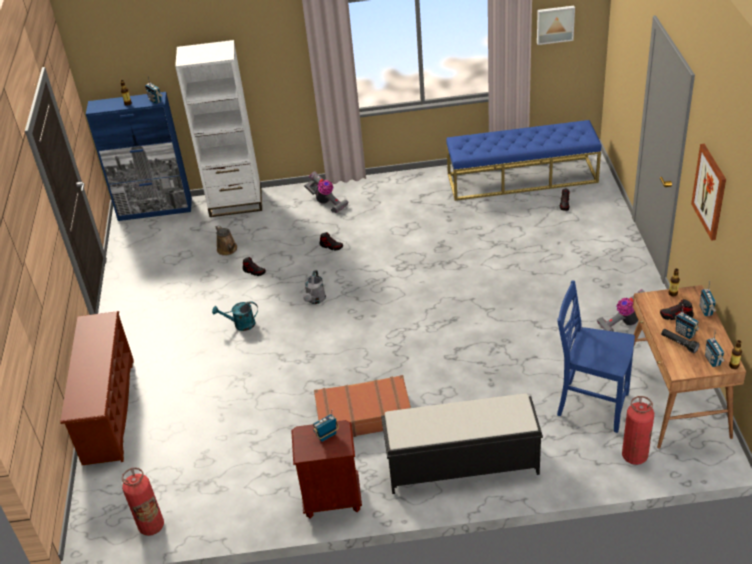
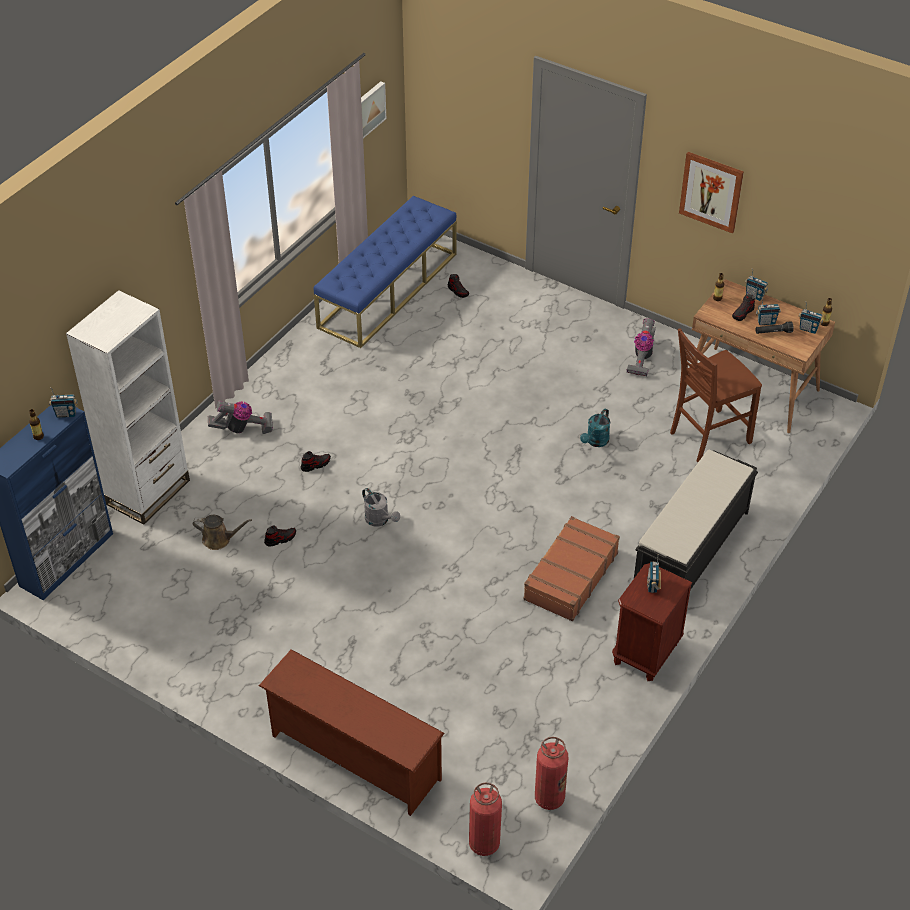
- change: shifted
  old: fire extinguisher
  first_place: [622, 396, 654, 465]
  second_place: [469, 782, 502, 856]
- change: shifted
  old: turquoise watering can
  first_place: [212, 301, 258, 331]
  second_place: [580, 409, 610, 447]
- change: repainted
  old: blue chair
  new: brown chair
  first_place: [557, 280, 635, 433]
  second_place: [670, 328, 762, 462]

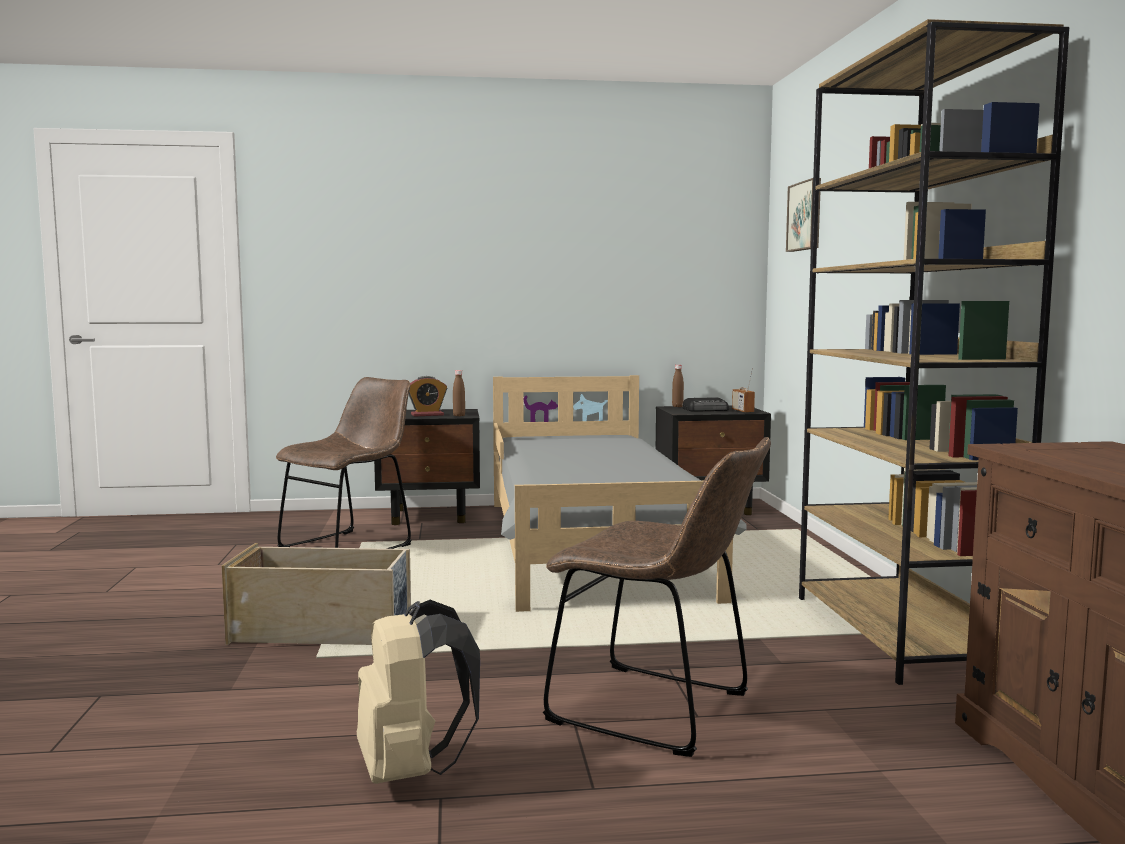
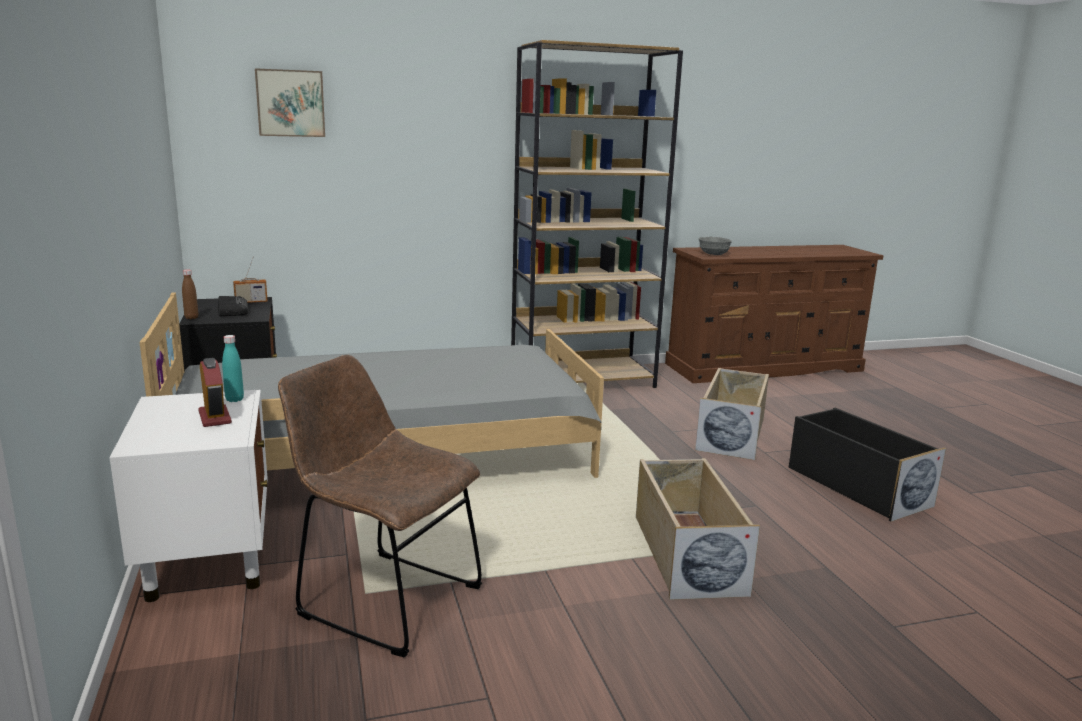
- change: repainted
  old: black nightstand
  new: white nightstand
  first_place: [374, 409, 480, 525]
  second_place: [109, 390, 268, 602]
- change: repainted
  old: brown bottle
  new: turquoise bottle
  first_place: [453, 370, 465, 416]
  second_place: [222, 335, 244, 402]
- change: swapped
  old: brown chair
  new: beige storage box
  first_place: [543, 437, 771, 757]
  second_place: [695, 368, 769, 460]
- change: new
  new: grey bowl
  second_place: [699, 237, 732, 255]
- change: swapped
  old: beige backpack
  new: black storage box
  first_place: [357, 600, 480, 784]
  second_place: [789, 408, 946, 522]

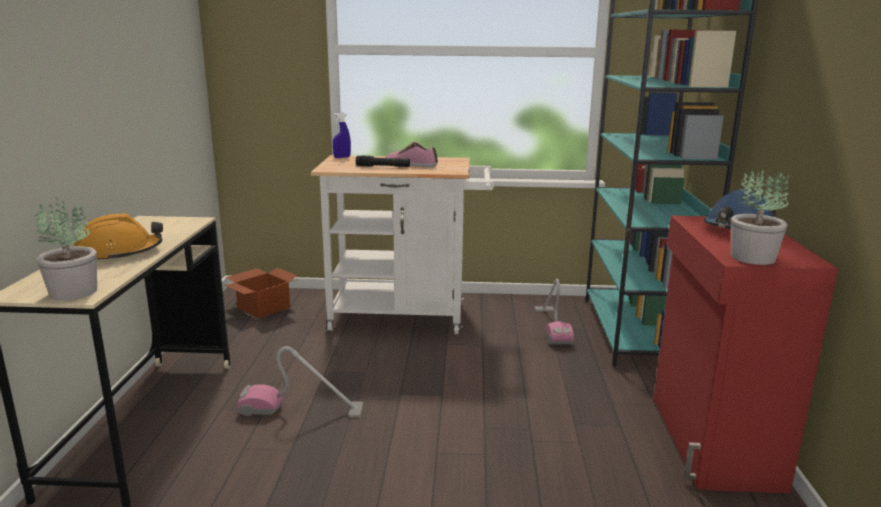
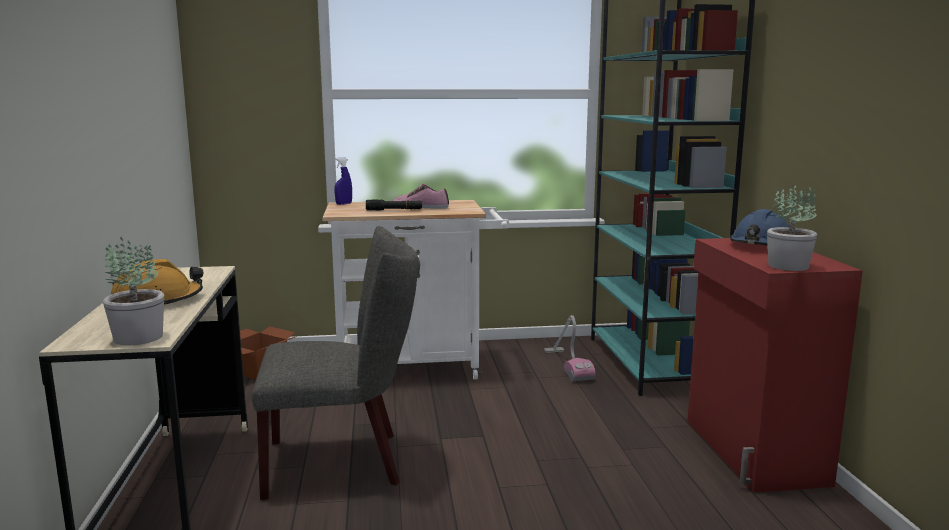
- change: swapped
  old: vacuum cleaner
  new: grey chair
  first_place: [237, 346, 363, 417]
  second_place: [252, 226, 418, 500]

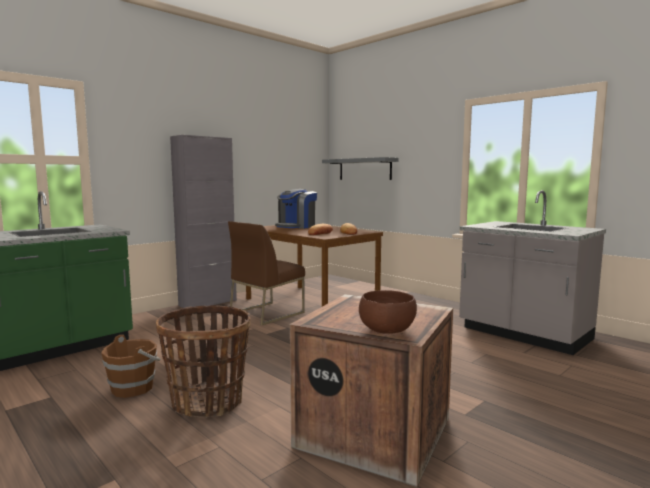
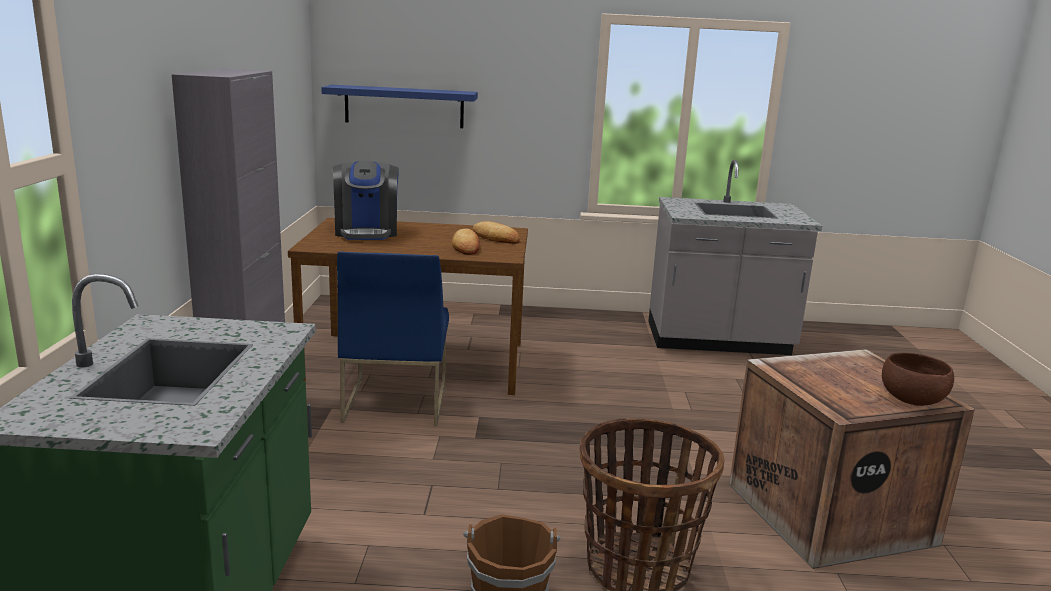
- change: repainted
  old: grey shelf
  new: blue shelf
  first_place: [322, 157, 399, 180]
  second_place: [321, 85, 478, 128]
- change: repainted
  old: brown chair
  new: blue chair
  first_place: [228, 221, 305, 325]
  second_place: [337, 251, 449, 426]

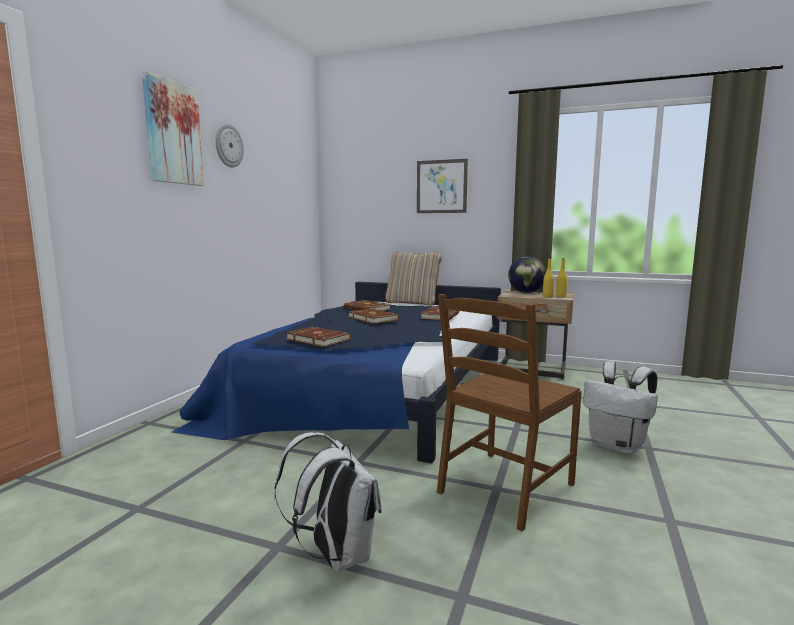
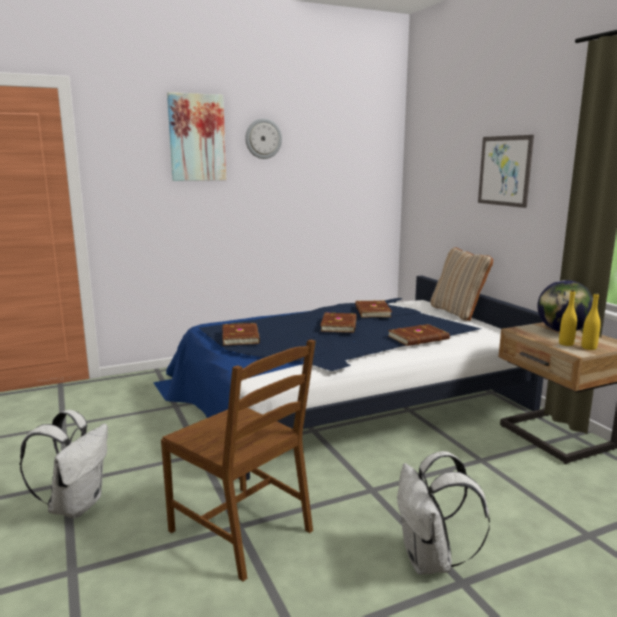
- change: rotated
  old: brown chair
  first_place: [437, 294, 582, 531]
  second_place: [161, 340, 316, 581]
  degrees: -135

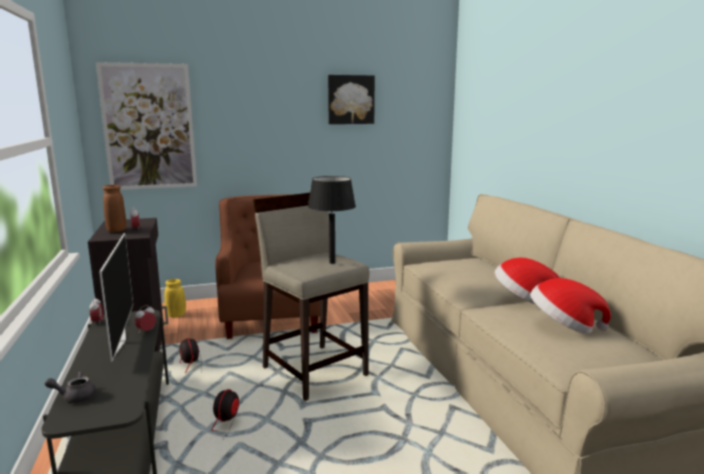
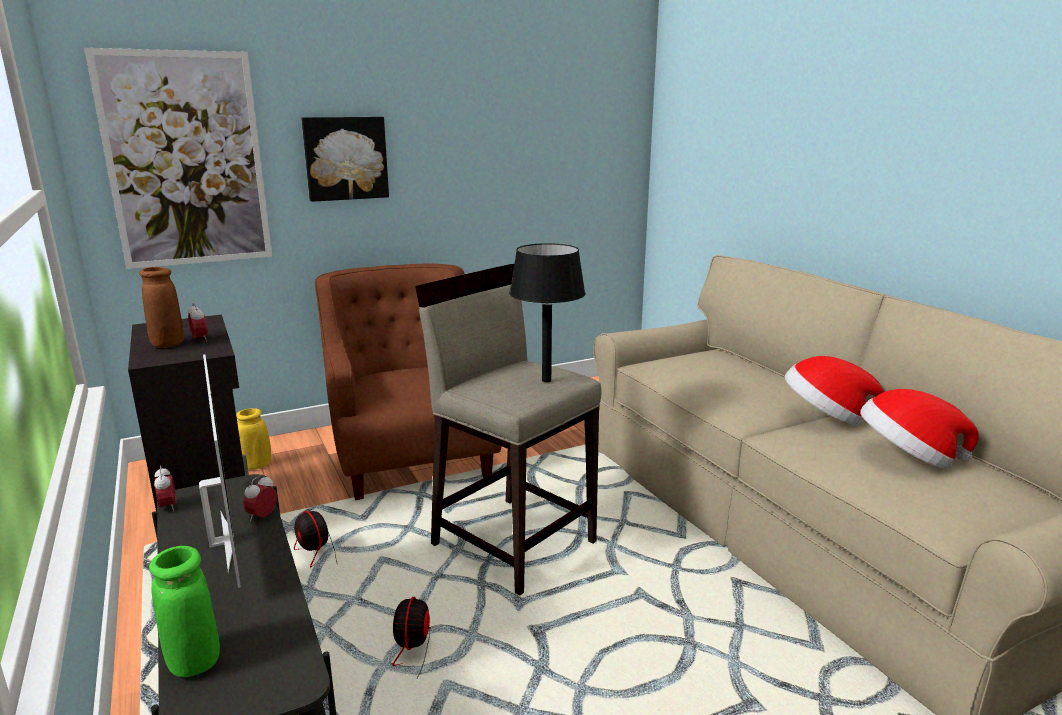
- change: swapped
  old: grey teapot
  new: green vase
  first_place: [44, 371, 96, 403]
  second_place: [149, 546, 220, 677]
- change: shifted
  old: picture
  first_place: [328, 75, 375, 124]
  second_place: [301, 117, 389, 202]

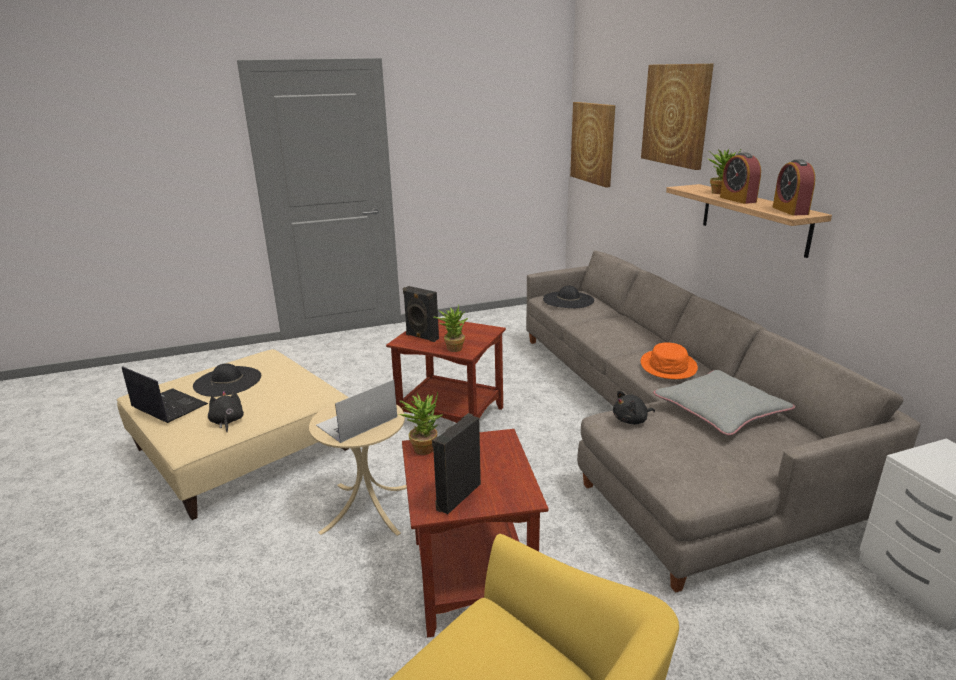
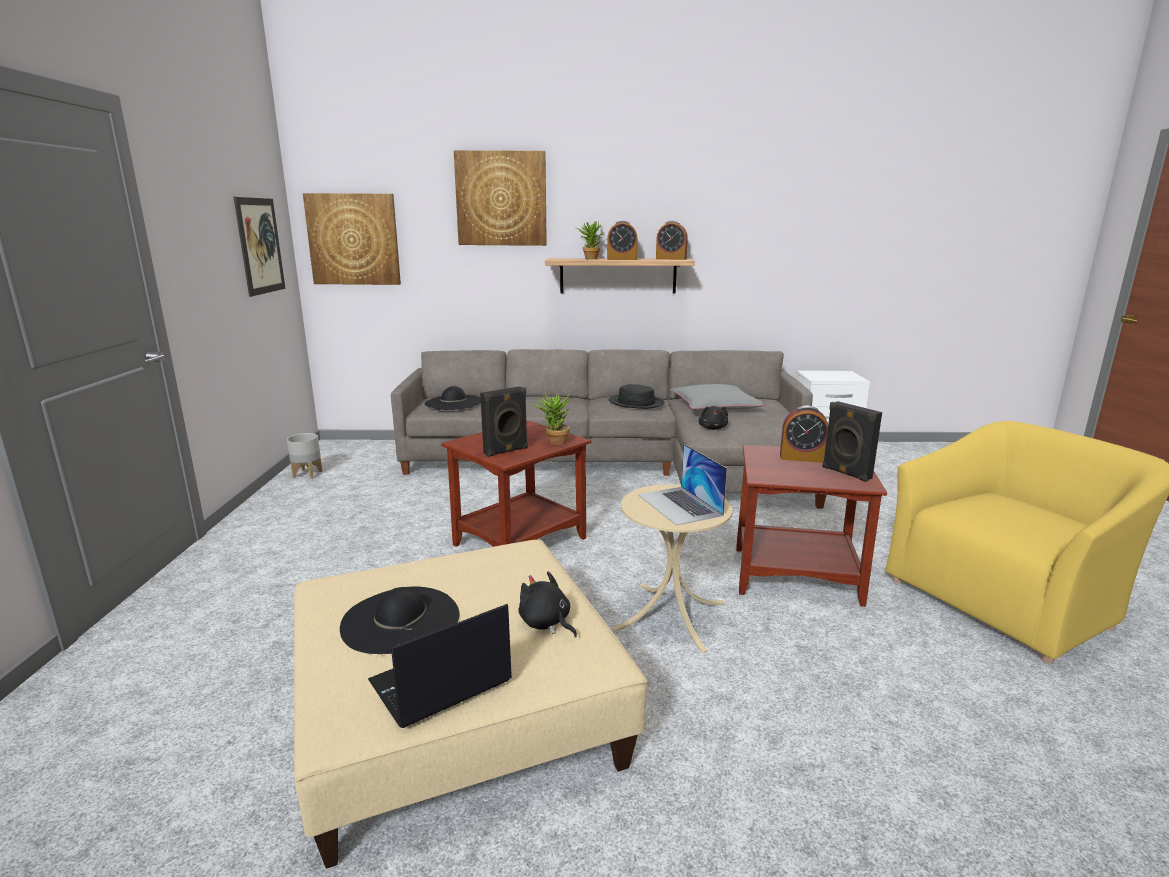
- change: new
  new: picture
  second_place: [234, 197, 285, 297]
- change: new
  new: grey planter
  second_place: [287, 433, 322, 479]
- change: rotated
  old: black plush toy
  first_place: [208, 391, 244, 432]
  second_place: [518, 571, 577, 637]
  degrees: 45
- change: repainted
  old: orange hat
  new: black hat
  first_place: [641, 343, 698, 379]
  second_place: [609, 384, 665, 409]
- change: new
  new: alarm clock
  second_place: [780, 406, 828, 463]
- change: gone
  old: potted plant
  first_place: [399, 392, 443, 455]

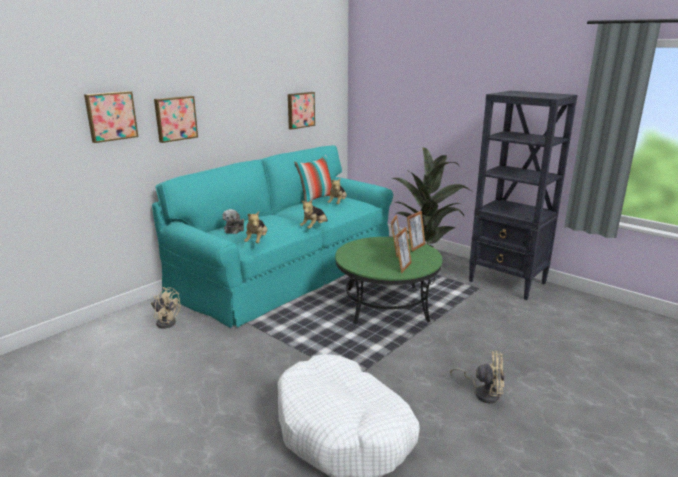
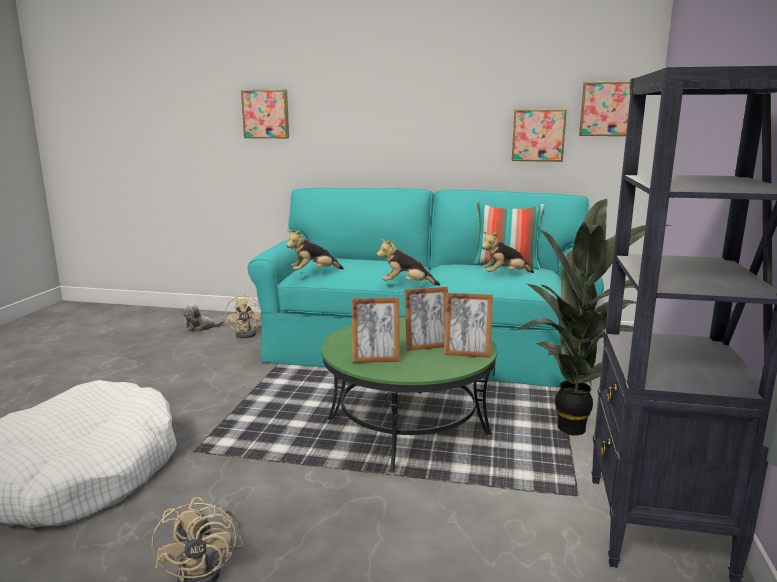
- change: shifted
  old: plush toy
  first_place: [222, 209, 244, 234]
  second_place: [182, 304, 224, 332]
- change: shifted
  old: picture
  first_place: [154, 96, 198, 143]
  second_place: [579, 82, 630, 136]

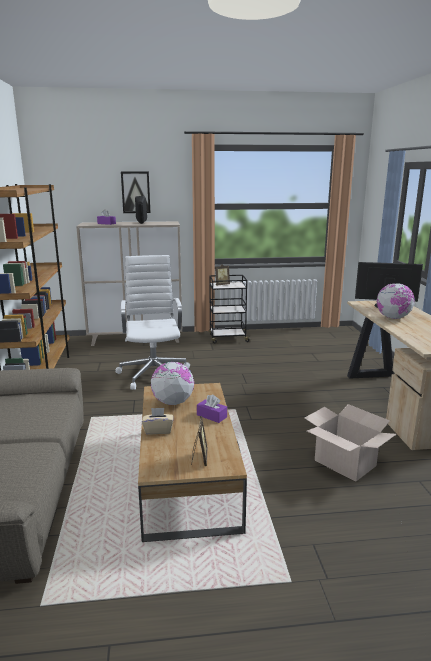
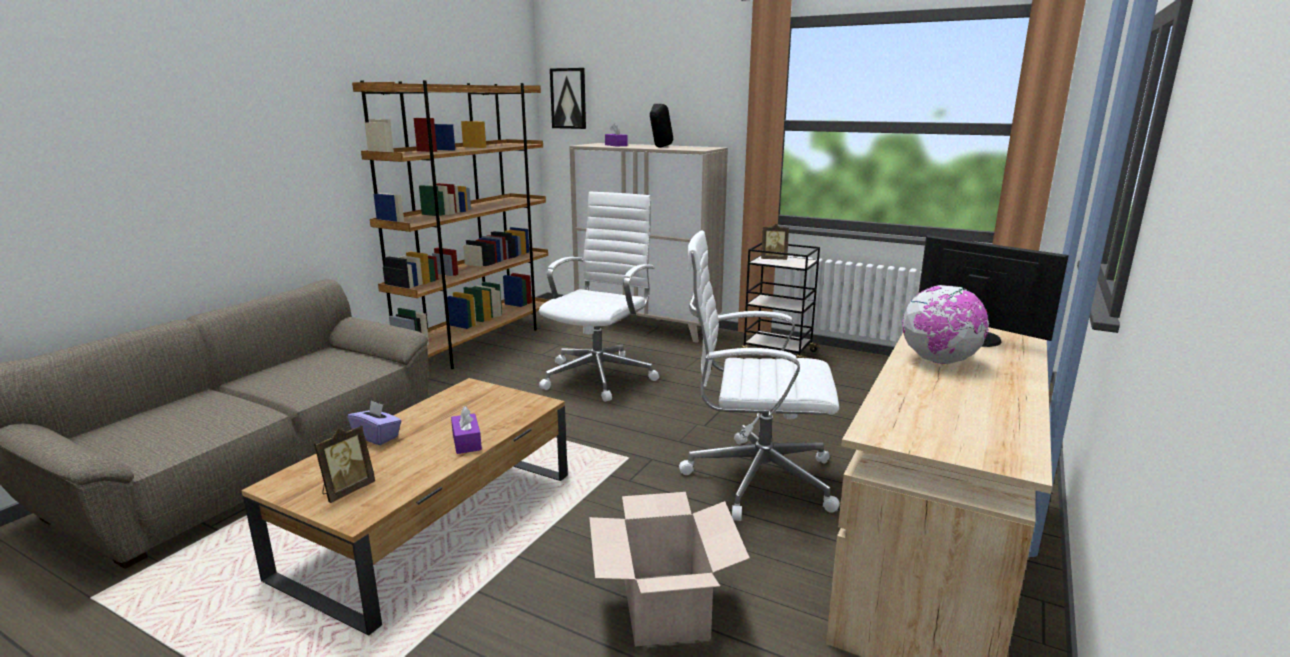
- change: repainted
  old: beige tissue box
  new: purple tissue box
  first_place: [142, 408, 173, 435]
  second_place: [347, 400, 402, 445]
- change: shifted
  old: picture
  first_place: [121, 172, 150, 213]
  second_place: [550, 68, 586, 129]
- change: new
  new: white office chair
  second_place: [679, 230, 840, 521]
- change: gone
  old: globe
  first_place: [151, 362, 194, 405]

